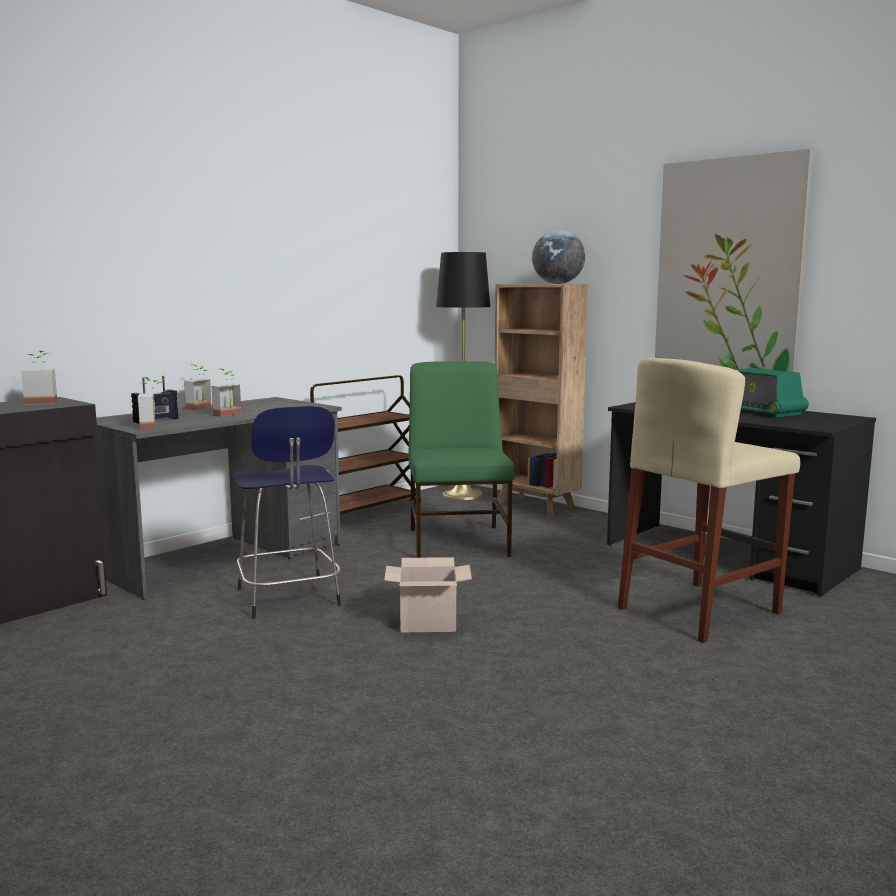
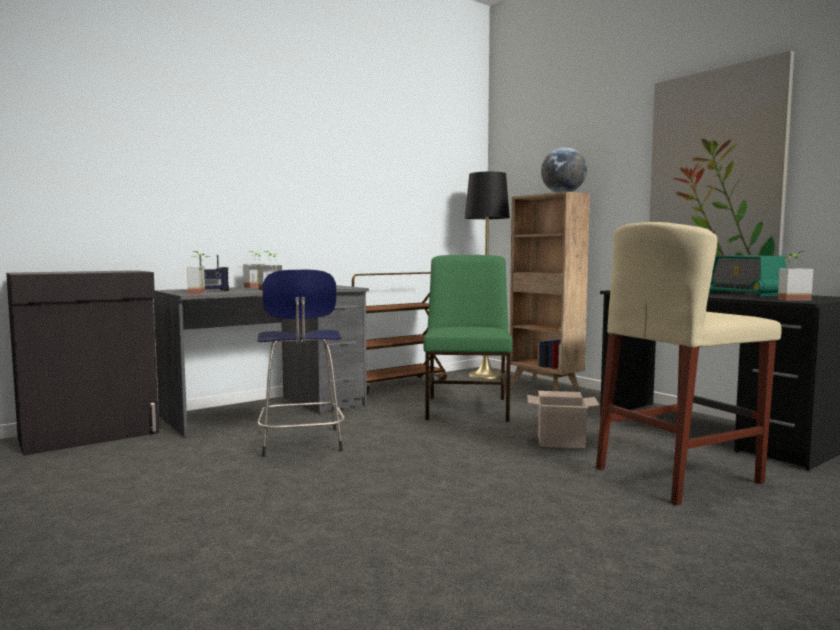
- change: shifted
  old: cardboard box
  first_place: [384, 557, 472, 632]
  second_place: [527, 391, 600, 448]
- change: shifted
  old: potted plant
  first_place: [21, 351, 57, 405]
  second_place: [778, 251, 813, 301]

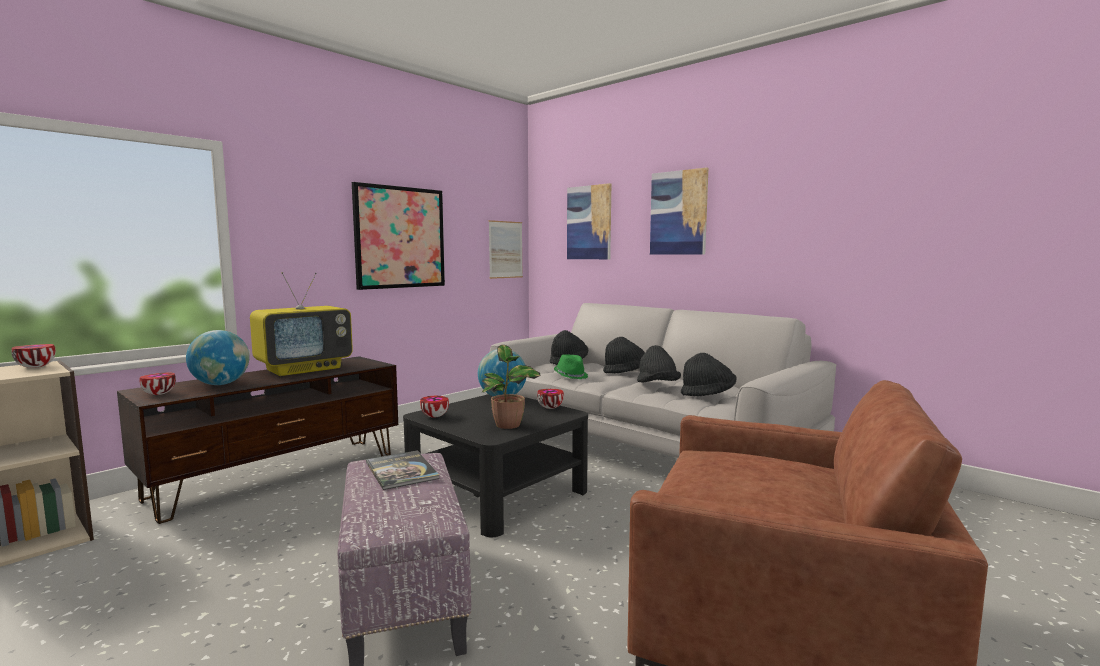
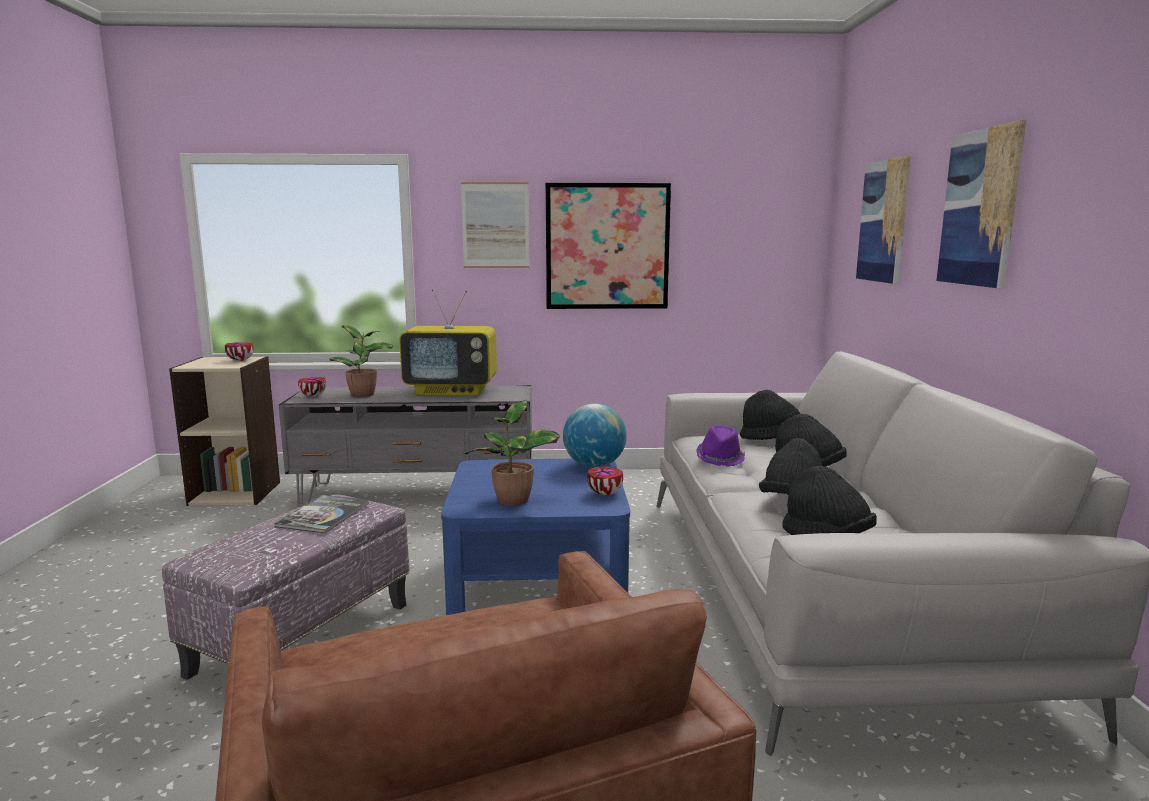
- change: repainted
  old: brown tv stand
  new: grey tv stand
  first_place: [117, 356, 398, 524]
  second_place: [279, 385, 532, 507]
- change: swapped
  old: globe
  new: potted plant
  first_place: [186, 330, 250, 385]
  second_place: [329, 325, 393, 397]
- change: repainted
  old: black coffee table
  new: blue coffee table
  first_place: [403, 394, 588, 538]
  second_place: [441, 459, 630, 615]
- change: shifted
  old: picture
  first_place: [489, 220, 523, 279]
  second_place: [461, 182, 530, 268]
- change: repainted
  old: green hat
  new: purple hat
  first_place: [554, 354, 588, 379]
  second_place: [697, 425, 745, 466]
- change: gone
  old: bowl
  first_place: [420, 396, 449, 418]

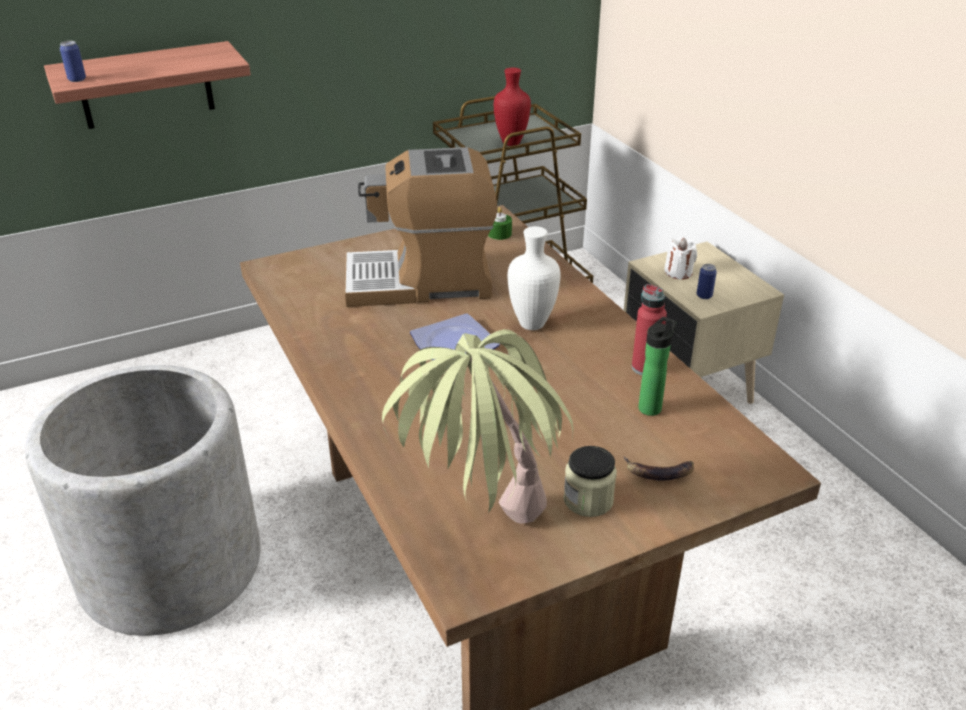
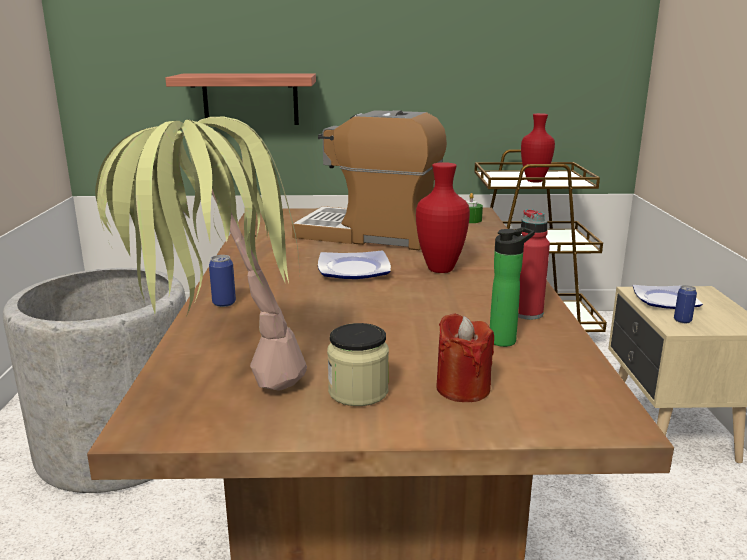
- change: shifted
  old: can
  first_place: [60, 41, 86, 82]
  second_place: [209, 255, 236, 307]
- change: repainted
  old: white vase
  new: red vase
  first_place: [507, 226, 561, 330]
  second_place: [416, 162, 470, 273]
- change: swapped
  old: banana
  new: red candle
  first_place: [624, 457, 694, 481]
  second_place: [436, 313, 494, 402]
- change: swapped
  old: white candle
  new: plate
  first_place: [664, 237, 697, 279]
  second_place: [633, 285, 703, 309]

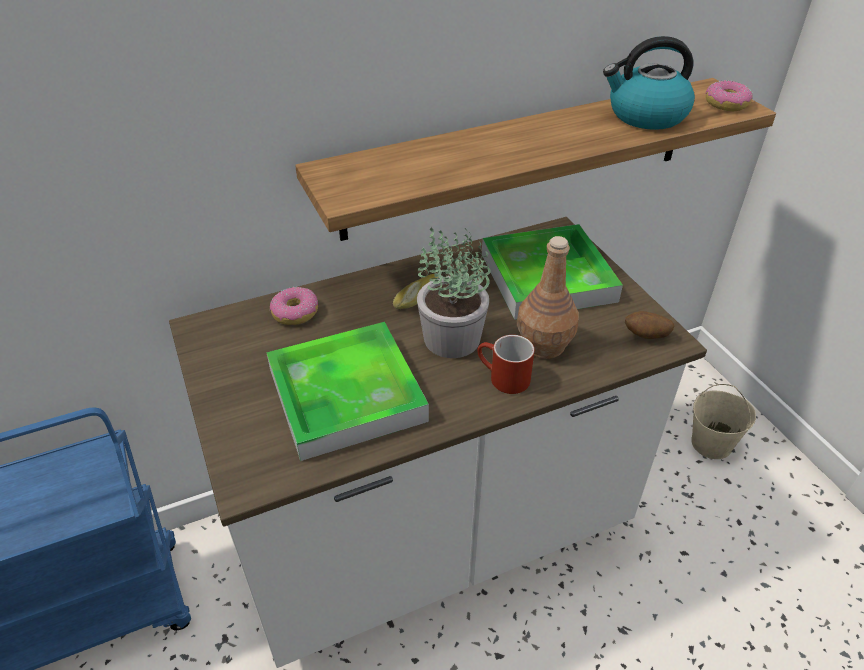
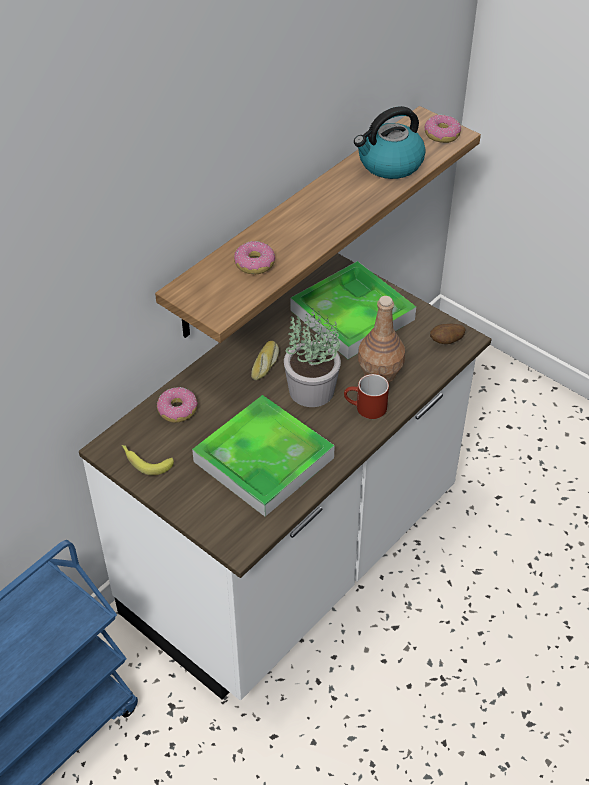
- change: new
  new: banana
  second_place: [122, 445, 174, 476]
- change: new
  new: donut
  second_place: [234, 241, 275, 274]
- change: gone
  old: beige bucket
  first_place: [691, 384, 756, 459]

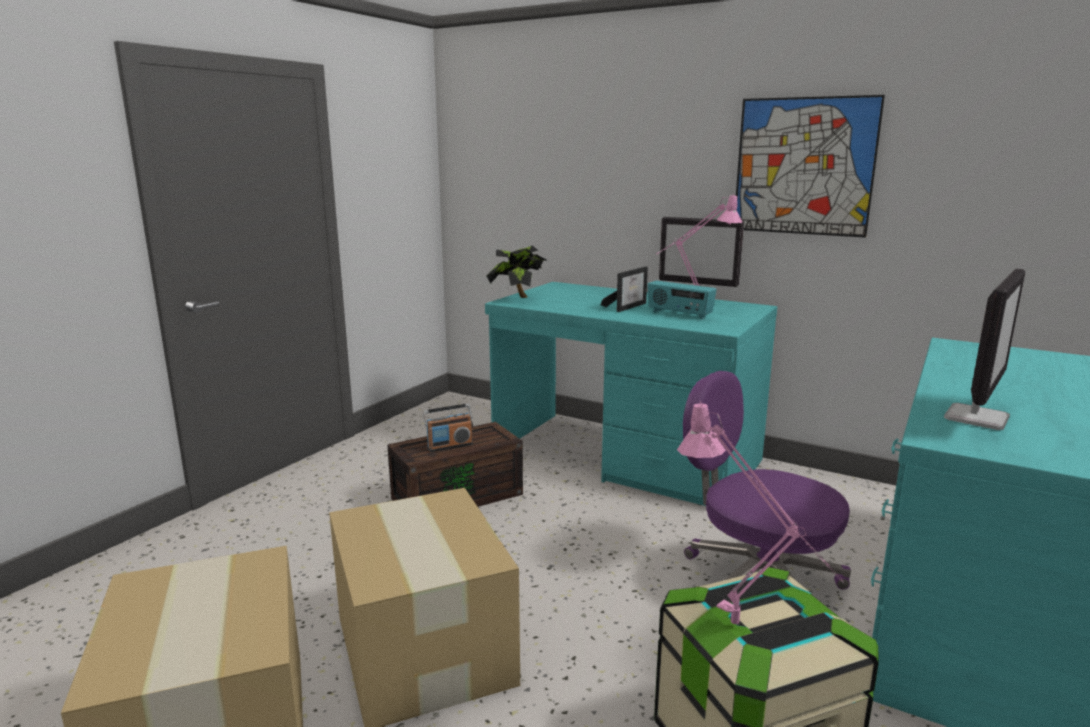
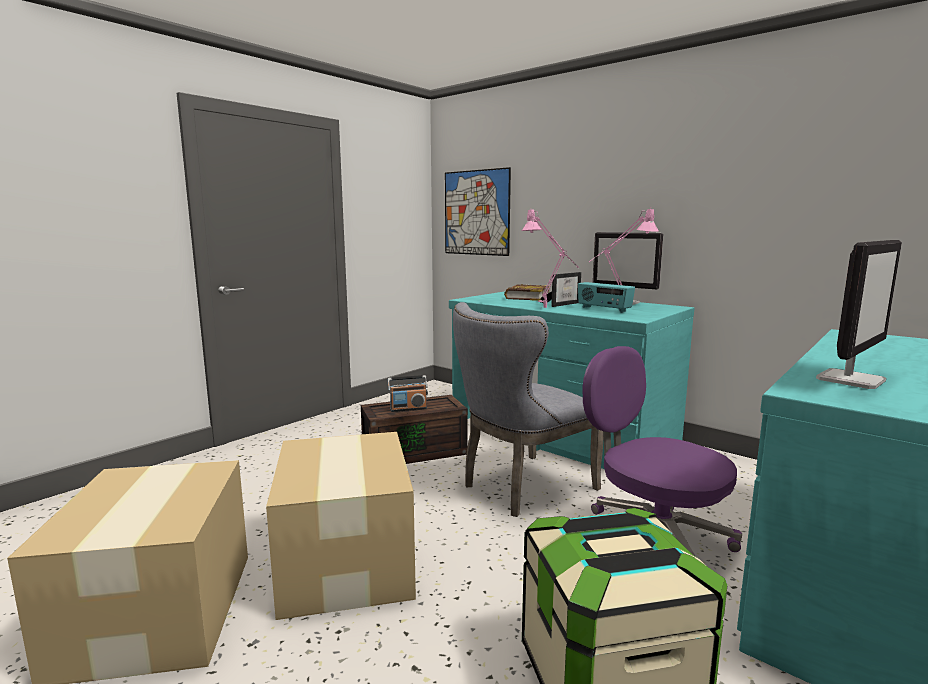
- change: shifted
  old: picture
  first_place: [736, 95, 885, 238]
  second_place: [445, 167, 511, 256]
- change: new
  new: grey chair
  second_place: [453, 302, 603, 517]
- change: new
  new: book
  second_place: [504, 284, 549, 301]
- change: shifted
  old: pink table lamp
  first_place: [677, 401, 844, 624]
  second_place: [522, 209, 579, 308]
- change: gone
  old: potted plant
  first_place: [487, 245, 548, 298]

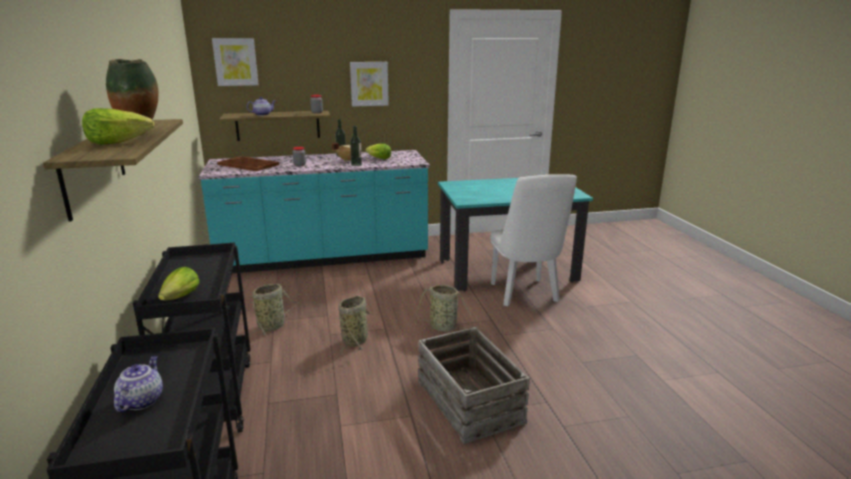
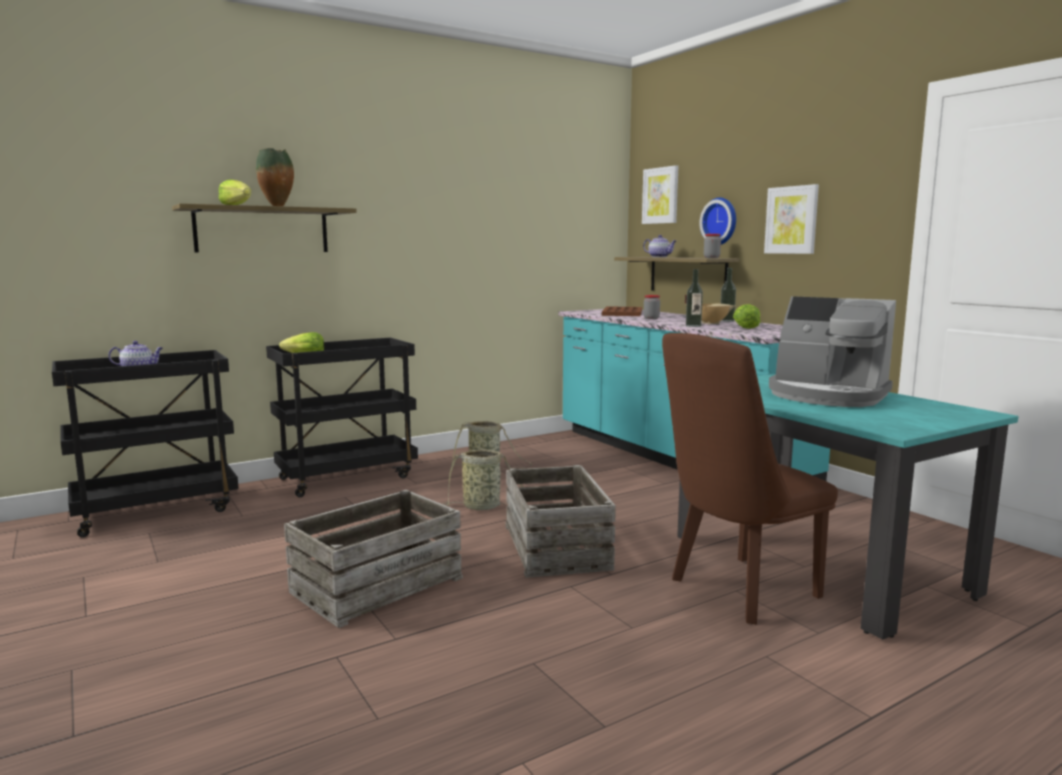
- change: swapped
  old: basket
  new: crate
  first_place: [414, 285, 485, 332]
  second_place: [505, 465, 616, 578]
- change: repainted
  old: white chair
  new: brown chair
  first_place: [490, 174, 577, 306]
  second_place: [662, 333, 838, 624]
- change: new
  new: wall clock
  second_place: [700, 197, 736, 244]
- change: new
  new: coffee machine
  second_place: [769, 296, 896, 407]

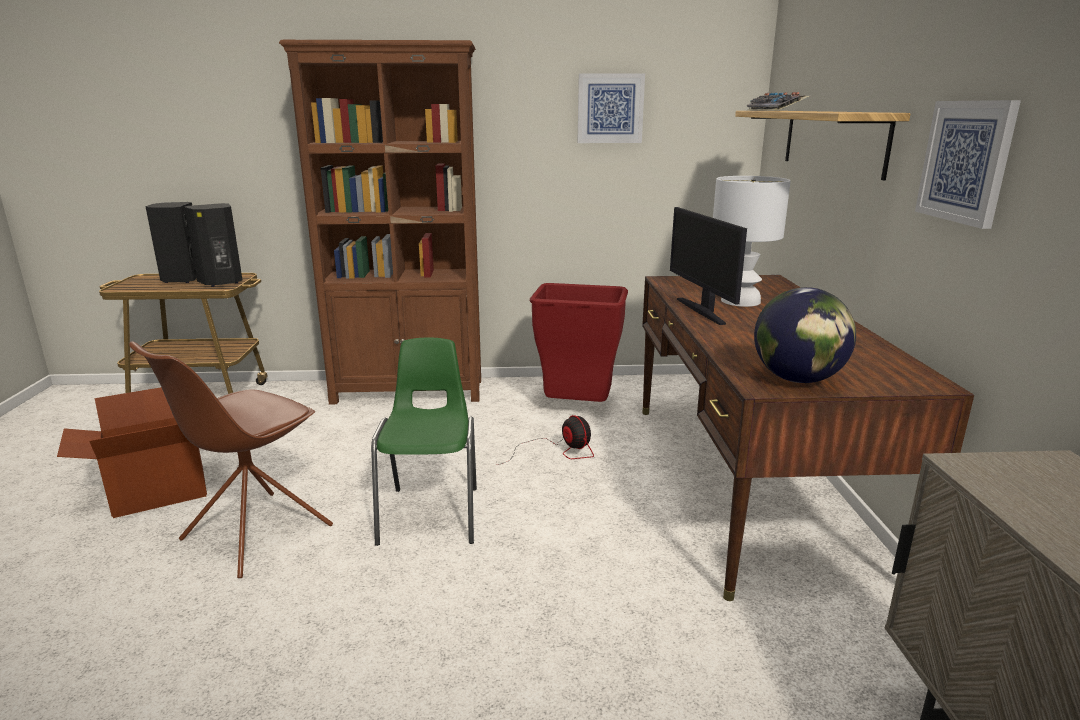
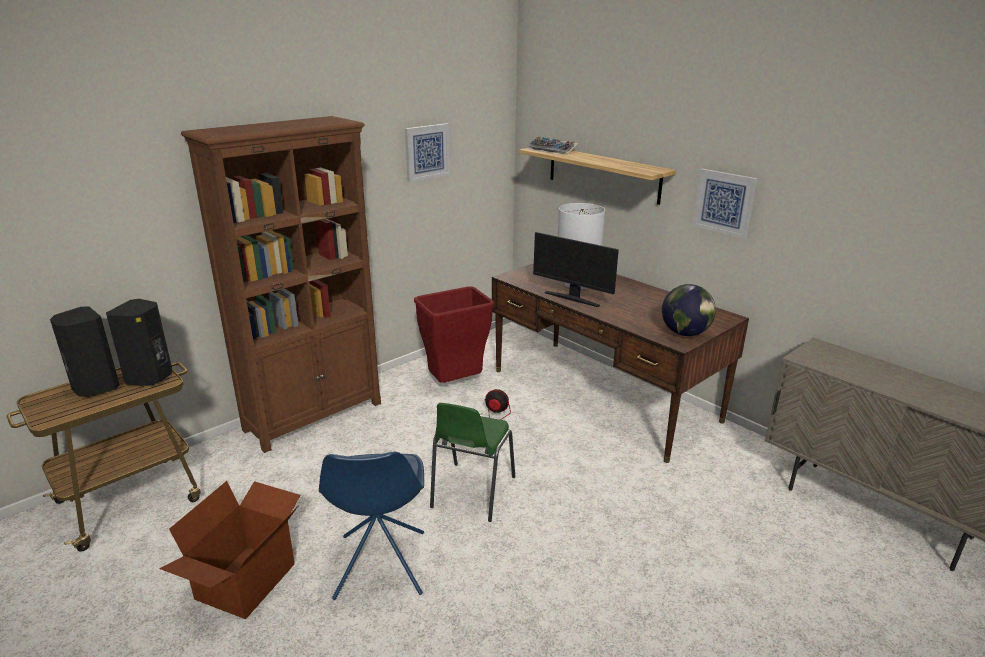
- change: repainted
  old: brown chair
  new: blue chair
  first_place: [129, 341, 333, 578]
  second_place: [319, 452, 424, 600]
- change: rotated
  old: green chair
  first_place: [371, 338, 477, 546]
  second_place: [430, 403, 515, 522]
  degrees: -120

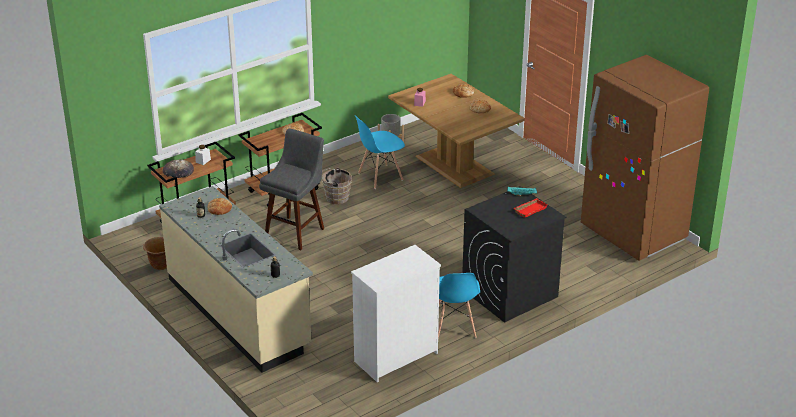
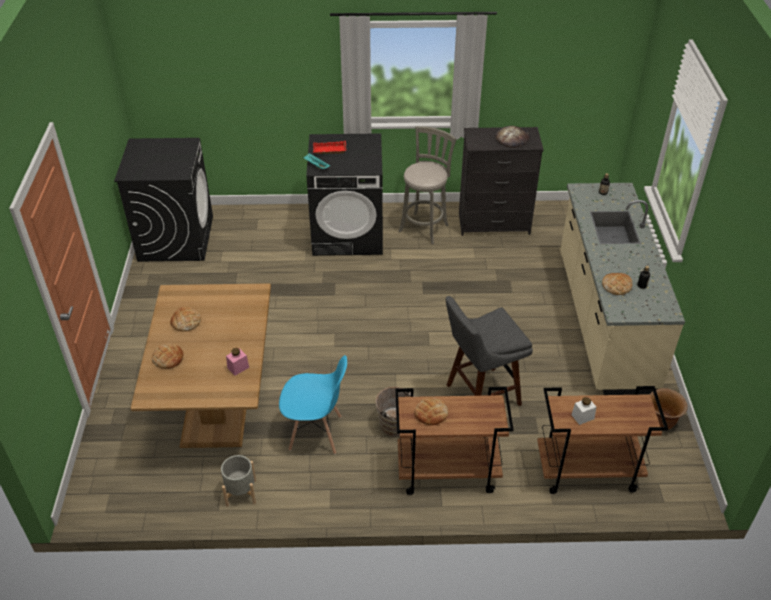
- change: swapped
  old: brown fridge
  new: black washing machine
  first_place: [581, 55, 709, 261]
  second_place: [114, 138, 213, 262]
- change: swapped
  old: blue chair
  new: grey stool
  first_place: [438, 273, 480, 338]
  second_place: [399, 126, 456, 244]
- change: repainted
  old: white dresser
  new: black dresser
  first_place: [351, 245, 441, 382]
  second_place: [459, 127, 544, 236]
- change: shifted
  old: bread
  first_place: [163, 159, 194, 178]
  second_place: [495, 126, 530, 148]

